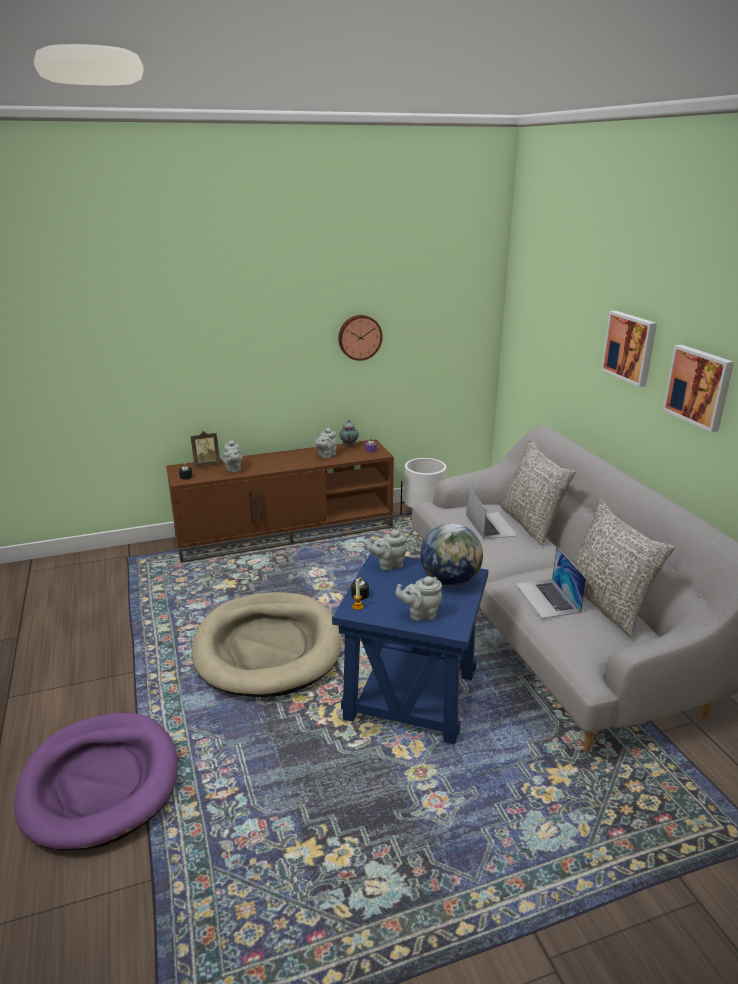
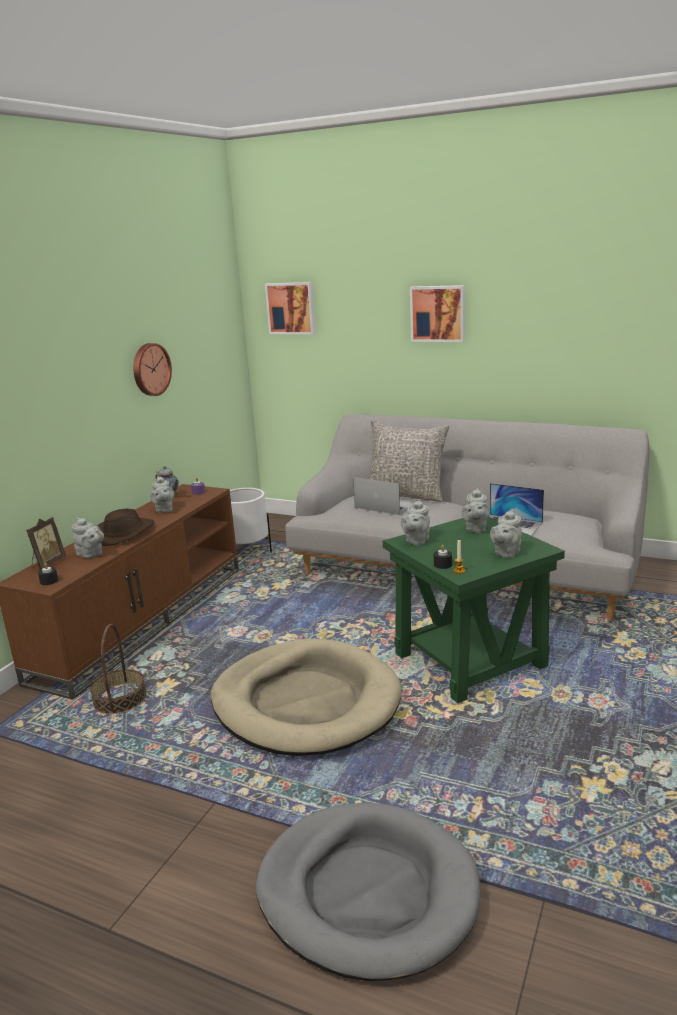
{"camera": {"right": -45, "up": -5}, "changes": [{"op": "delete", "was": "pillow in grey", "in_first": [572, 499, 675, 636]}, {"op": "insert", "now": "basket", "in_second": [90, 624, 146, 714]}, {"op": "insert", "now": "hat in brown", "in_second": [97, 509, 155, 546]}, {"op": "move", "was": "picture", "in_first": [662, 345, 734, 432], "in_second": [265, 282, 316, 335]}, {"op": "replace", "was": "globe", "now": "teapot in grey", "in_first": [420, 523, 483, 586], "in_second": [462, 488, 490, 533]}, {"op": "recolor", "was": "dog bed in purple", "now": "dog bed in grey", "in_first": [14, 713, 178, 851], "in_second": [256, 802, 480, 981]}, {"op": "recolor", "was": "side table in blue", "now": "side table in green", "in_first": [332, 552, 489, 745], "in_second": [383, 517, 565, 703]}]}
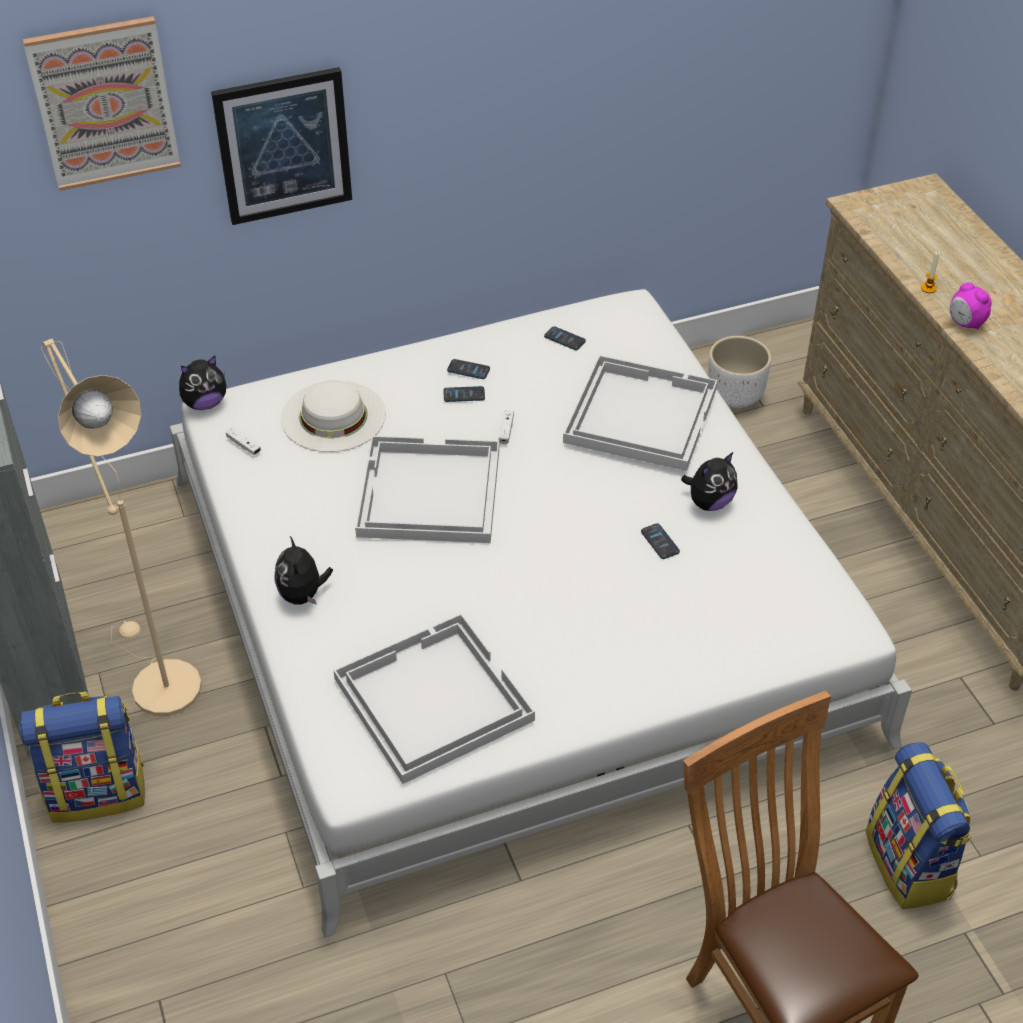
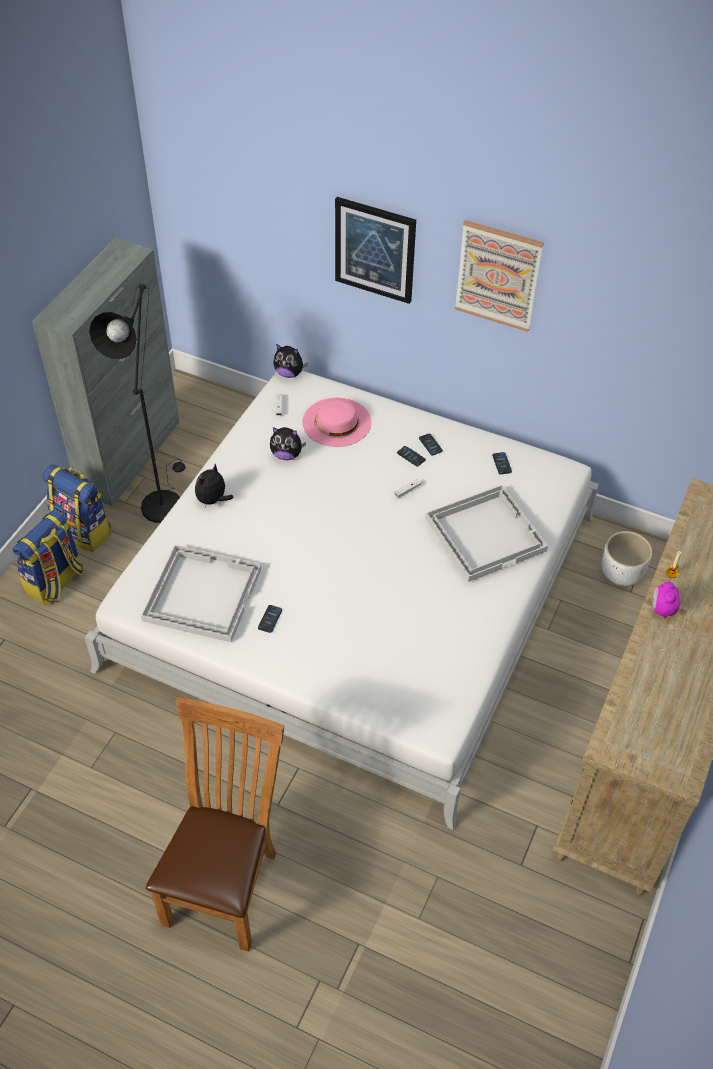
{"camera": {"right": 45, "up": 5}, "changes": [{"op": "delete", "was": "tray in white", "in_first": [355, 436, 499, 543]}, {"op": "move", "was": "picture", "in_first": [23, 16, 181, 191], "in_second": [455, 220, 544, 332]}, {"op": "move", "was": "phone", "in_first": [641, 523, 680, 559], "in_second": [258, 605, 282, 633]}, {"op": "move", "was": "plush toy", "in_first": [681, 452, 738, 511], "in_second": [270, 427, 306, 460]}, {"op": "move", "was": "backpack", "in_first": [866, 743, 972, 909], "in_second": [12, 509, 84, 606]}, {"op": "recolor", "was": "floor lamp in beige", "now": "floor lamp in black", "in_first": [41, 339, 202, 716], "in_second": [89, 284, 185, 523]}, {"op": "recolor", "was": "hat in white", "now": "hat in pink", "in_first": [281, 380, 386, 452], "in_second": [303, 398, 371, 447]}]}
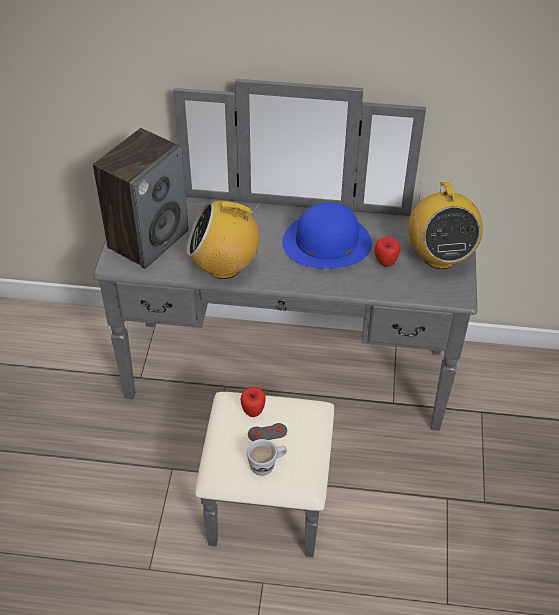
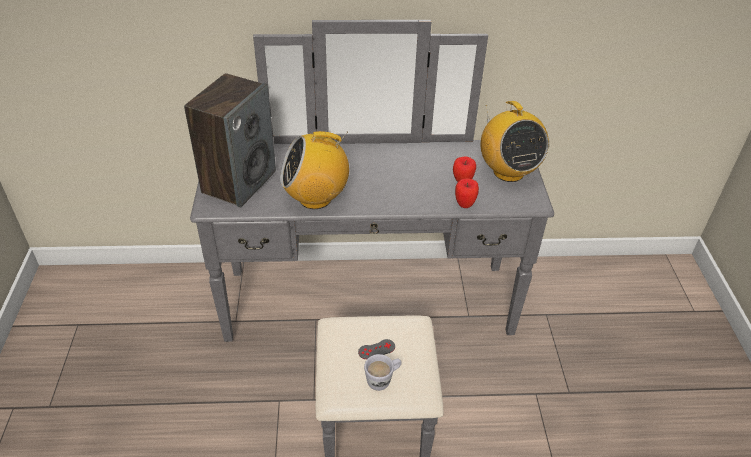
{"camera": {"right": -10, "up": -5}, "changes": [{"op": "delete", "was": "hat in blue", "in_first": [282, 203, 372, 269]}, {"op": "move", "was": "apple", "in_first": [241, 387, 266, 417], "in_second": [455, 178, 479, 208]}]}
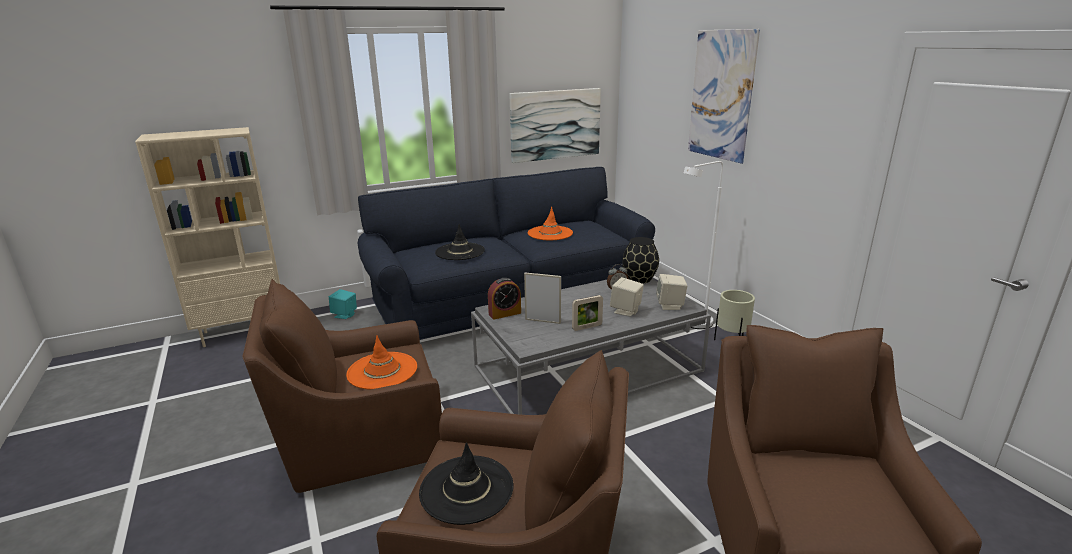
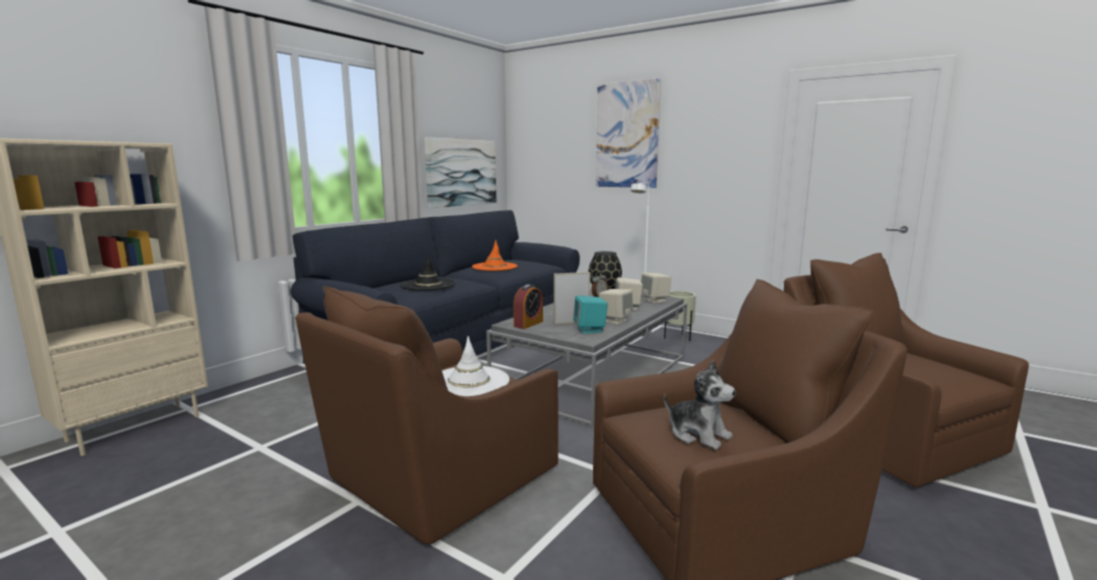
{"camera": {"right": -30, "up": -10}, "changes": [{"op": "move", "was": "speaker in turquoise", "in_first": [329, 289, 357, 319], "in_second": [573, 296, 608, 334]}, {"op": "replace", "was": "hat in black", "now": "plush toy", "in_first": [419, 442, 513, 525], "in_second": [664, 360, 736, 450]}, {"op": "replace", "was": "picture frame", "now": "speaker in beige", "in_first": [572, 295, 603, 331], "in_second": [599, 289, 633, 324]}, {"op": "recolor", "was": "hat in orange", "now": "hat in white", "in_first": [346, 335, 417, 390], "in_second": [442, 336, 509, 396]}]}
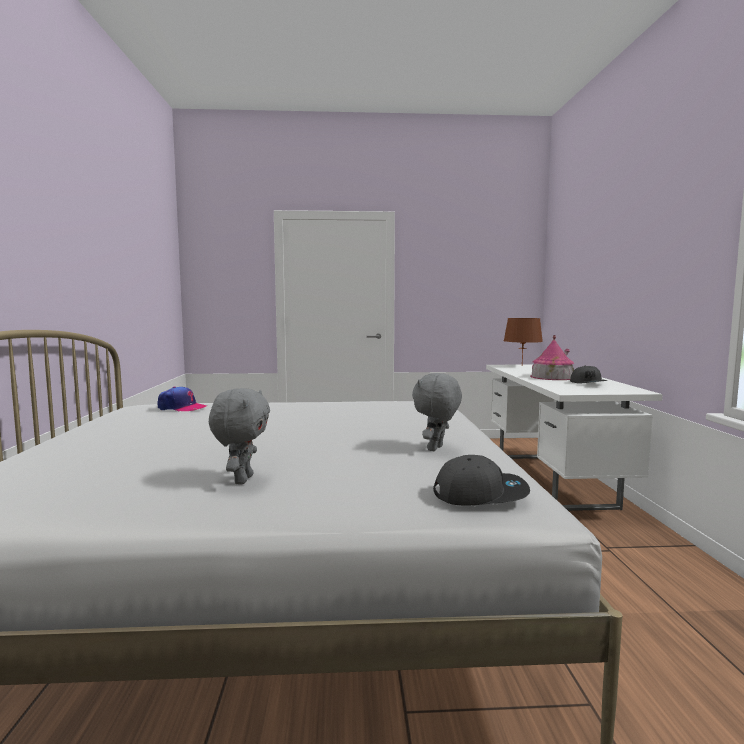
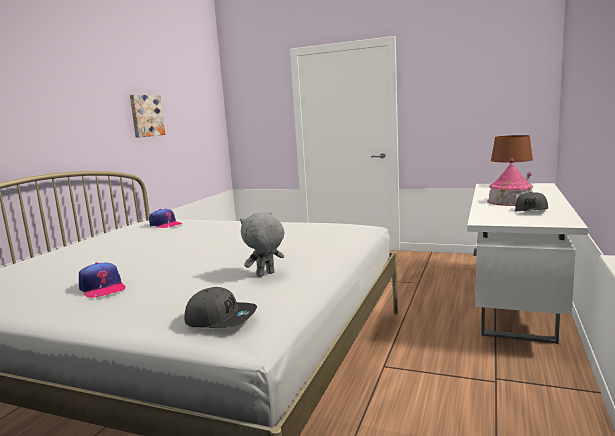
{"camera": {"right": 25, "up": 5}, "changes": [{"op": "insert", "now": "picture", "in_second": [130, 95, 165, 138]}, {"op": "replace", "was": "plush toy in grey", "now": "cap", "in_first": [209, 388, 270, 484], "in_second": [79, 262, 125, 298]}]}
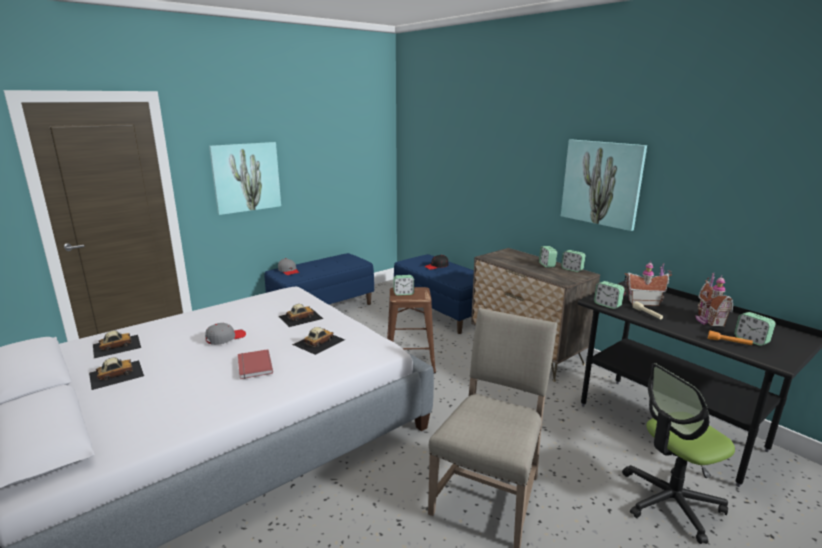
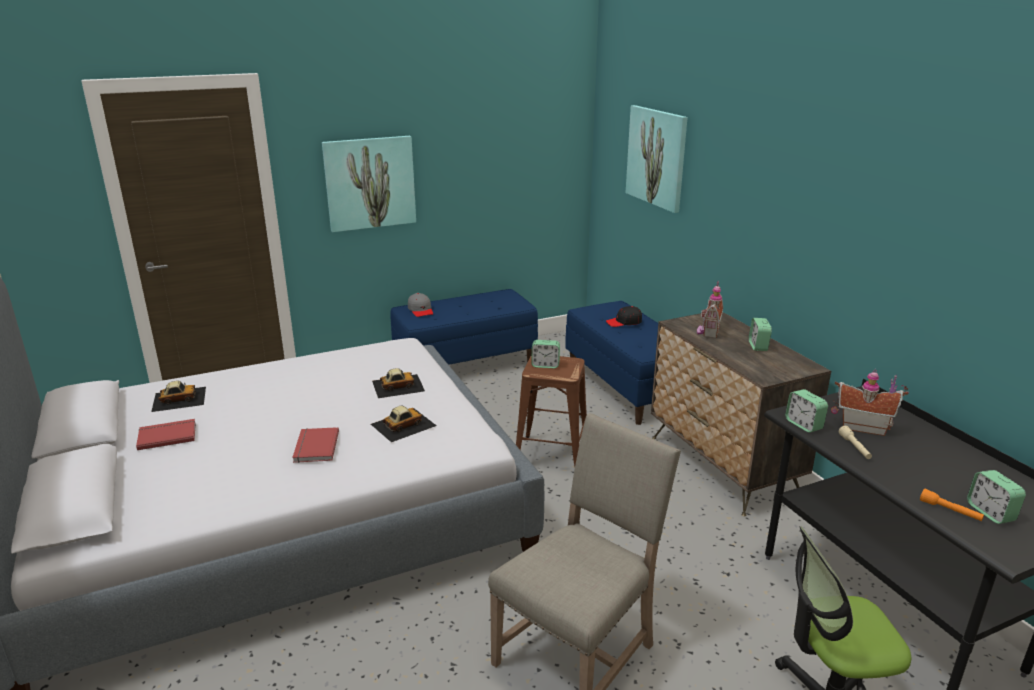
{"camera": {"right": 15, "up": 5}, "changes": [{"op": "delete", "was": "cap in grey", "in_first": [205, 323, 246, 345]}, {"op": "delete", "was": "alarm clock", "in_first": [561, 250, 586, 272]}, {"op": "move", "was": "picture", "in_first": [561, 139, 647, 231], "in_second": [626, 105, 688, 213]}, {"op": "move", "was": "toy house", "in_first": [695, 272, 733, 327], "in_second": [697, 281, 723, 338]}, {"op": "replace", "was": "toy car", "now": "book in red", "in_first": [89, 357, 144, 390], "in_second": [136, 419, 196, 450]}]}
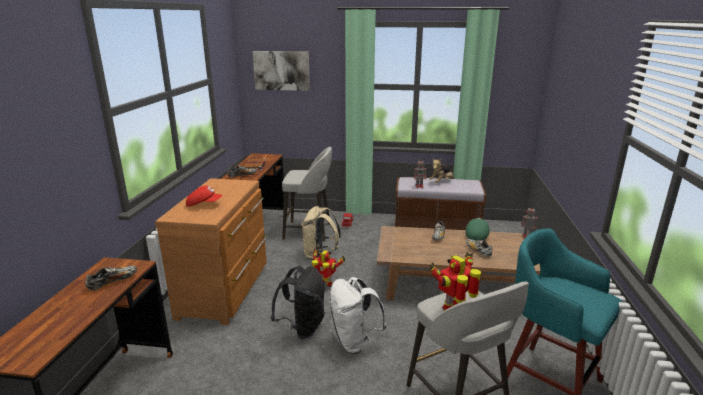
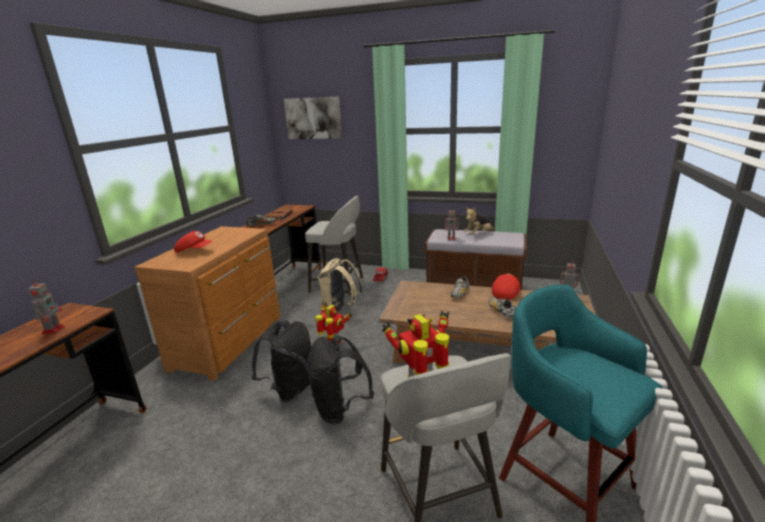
{"camera": {"right": 10, "up": 0}, "changes": [{"op": "replace", "was": "shoe", "now": "toy robot", "in_first": [85, 266, 137, 291], "in_second": [28, 279, 65, 334]}, {"op": "recolor", "was": "backpack in white", "now": "backpack in black", "in_first": [329, 277, 387, 354], "in_second": [308, 336, 374, 424]}, {"op": "recolor", "was": "cap in green", "now": "cap in red", "in_first": [465, 218, 490, 240], "in_second": [492, 273, 520, 300]}]}
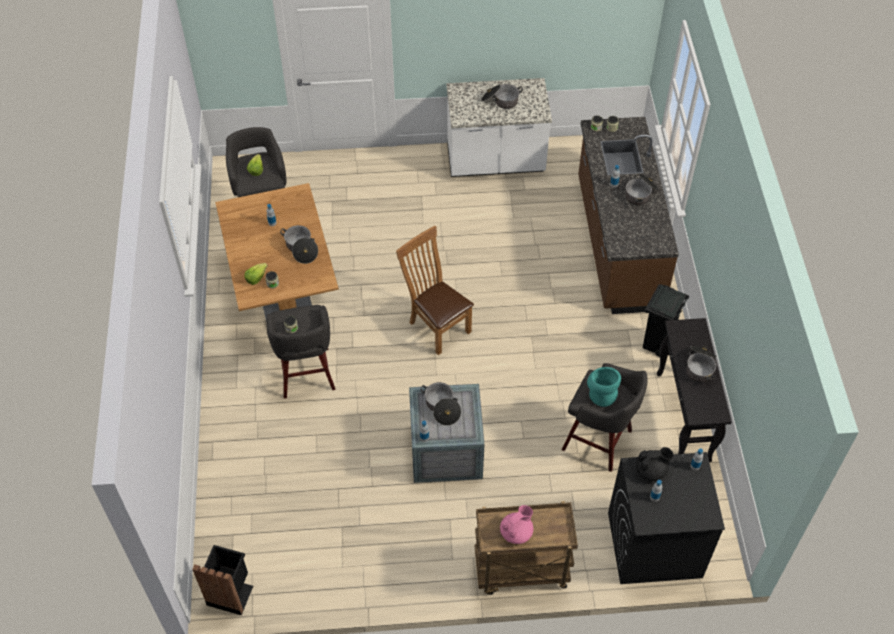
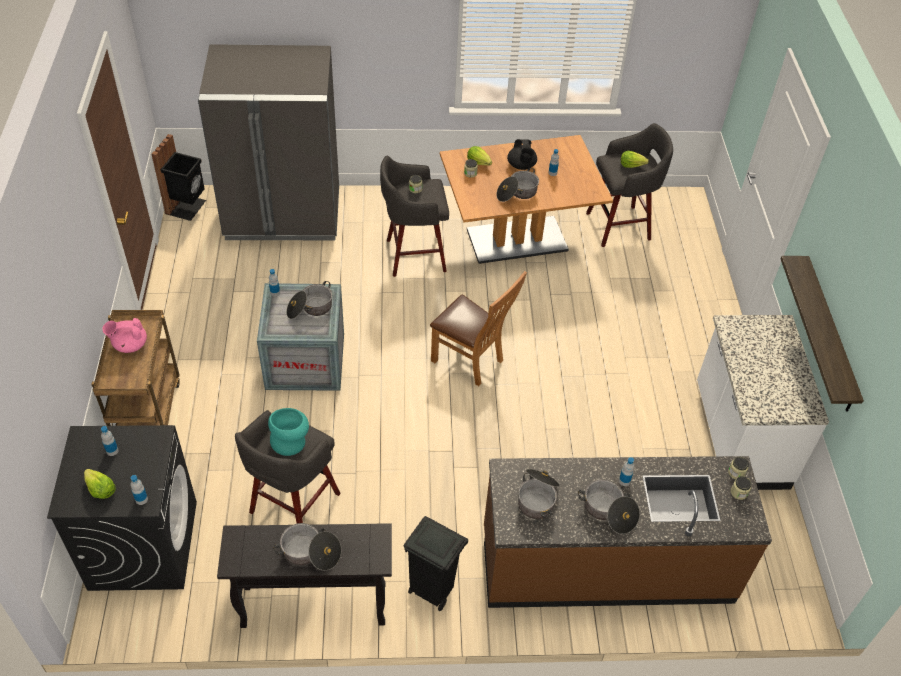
{"camera": {"right": 90, "up": -5}, "changes": [{"op": "insert", "now": "lettuce", "in_second": [84, 469, 116, 499]}, {"op": "insert", "now": "fridge in grey", "in_second": [198, 44, 339, 240]}, {"op": "insert", "now": "shelf", "in_second": [781, 256, 864, 412]}, {"op": "move", "was": "cooking pot", "in_first": [481, 84, 523, 109], "in_second": [518, 469, 560, 519]}, {"op": "move", "was": "teapot in black", "in_first": [636, 447, 674, 481], "in_second": [507, 139, 537, 170]}, {"op": "rotate", "was": "chair in brown", "in_first": [396, 226, 474, 355], "in_second": [430, 271, 527, 386], "clockwise": 75}, {"op": "rotate", "was": "teapot in pink", "in_first": [500, 505, 533, 544], "in_second": [103, 318, 147, 353], "clockwise": 120}]}
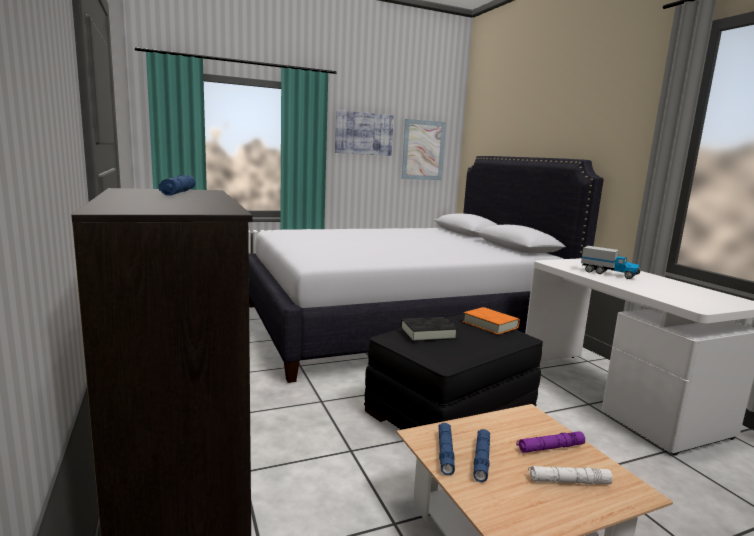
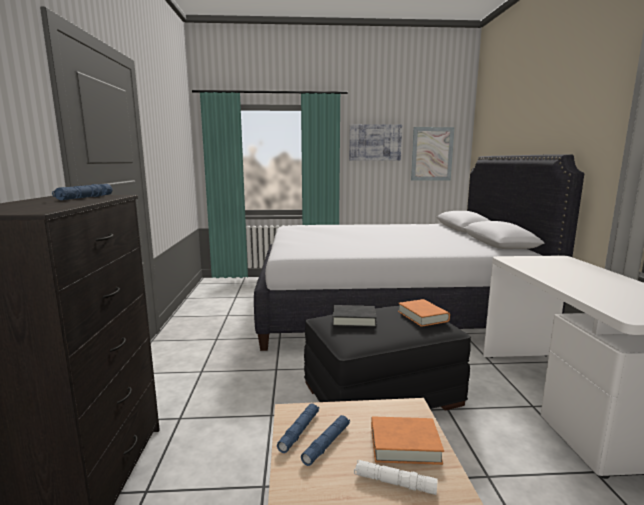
{"camera": {"right": 20, "up": 0}, "changes": [{"op": "delete", "was": "toy truck", "in_first": [581, 246, 640, 279]}, {"op": "replace", "was": "flashlight in purple", "now": "book in orange", "in_first": [517, 431, 585, 453], "in_second": [371, 416, 444, 465]}]}
